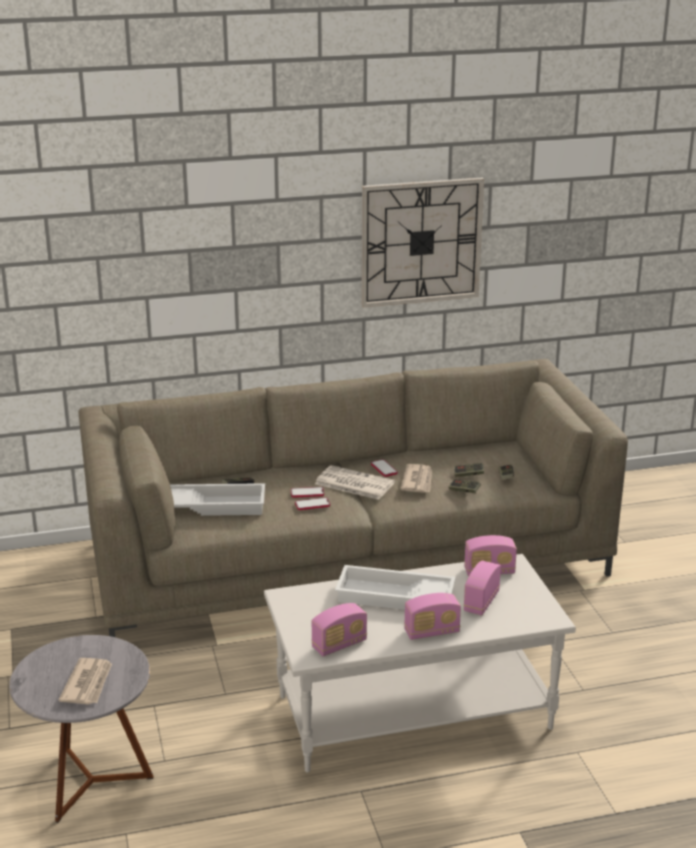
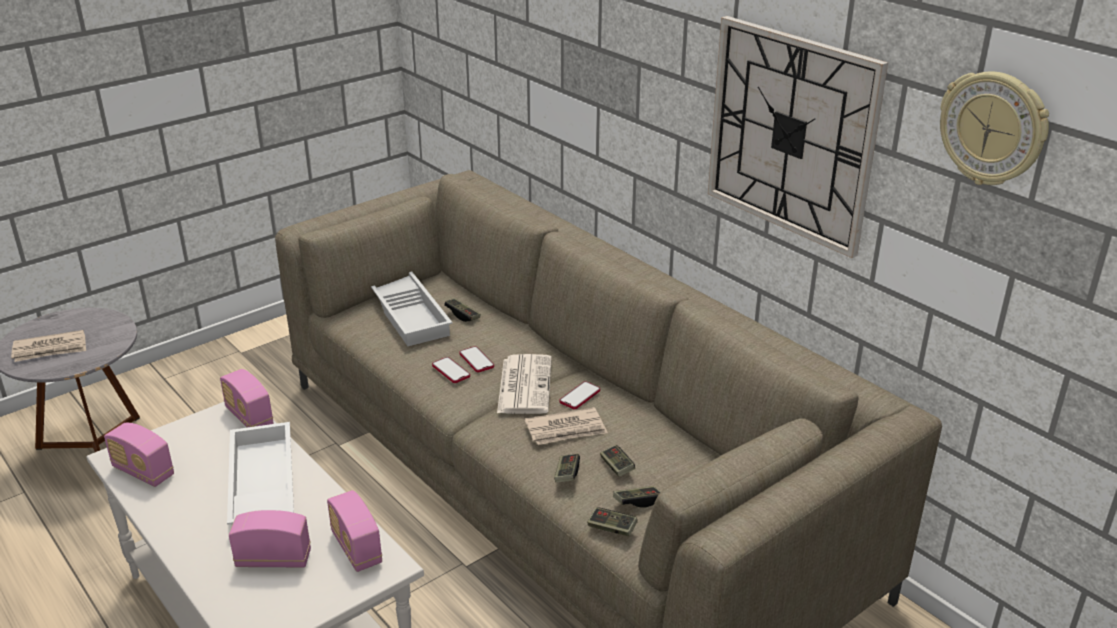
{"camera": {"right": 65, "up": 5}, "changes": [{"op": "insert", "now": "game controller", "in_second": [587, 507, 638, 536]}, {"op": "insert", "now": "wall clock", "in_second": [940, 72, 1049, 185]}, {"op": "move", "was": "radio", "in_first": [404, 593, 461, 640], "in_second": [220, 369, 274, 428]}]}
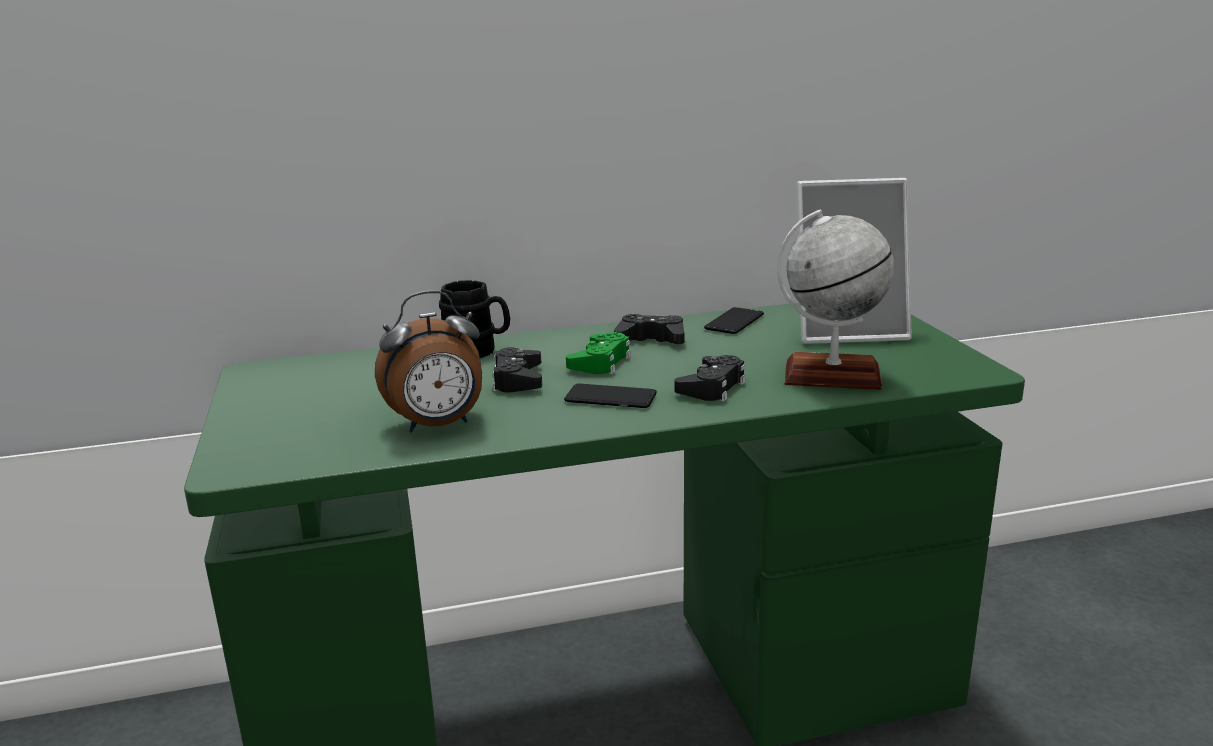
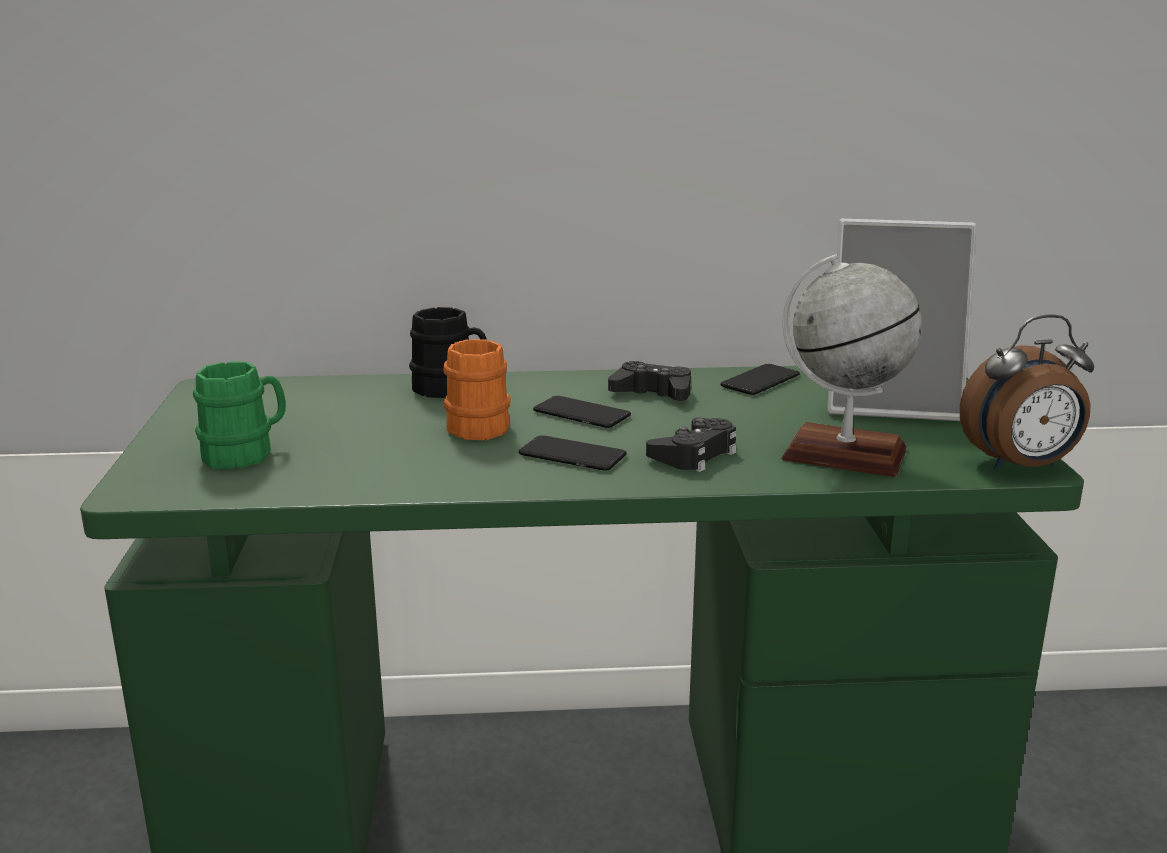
{"camera": {"right": 10, "up": 0}, "changes": [{"op": "insert", "now": "mug in green", "in_second": [193, 362, 286, 469]}, {"op": "move", "was": "alarm clock", "in_first": [375, 291, 482, 432], "in_second": [960, 315, 1094, 471]}, {"op": "replace", "was": "game controller in black", "now": "mug in orange", "in_first": [493, 347, 542, 392], "in_second": [443, 339, 511, 440]}, {"op": "replace", "was": "game controller in green", "now": "phone", "in_first": [566, 332, 631, 374], "in_second": [533, 396, 631, 428]}]}
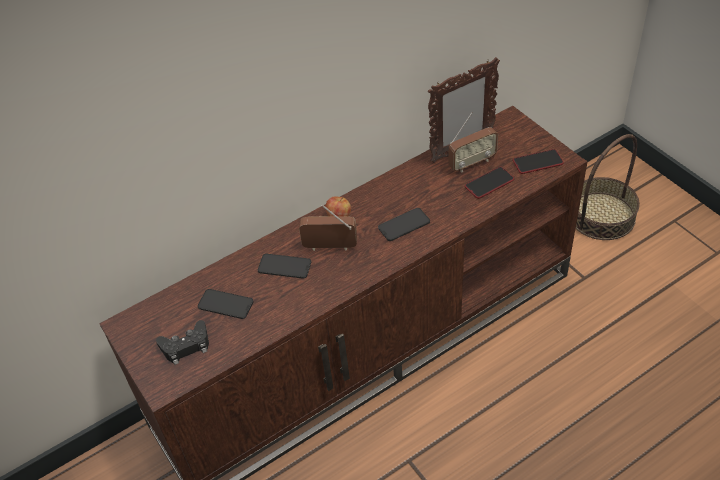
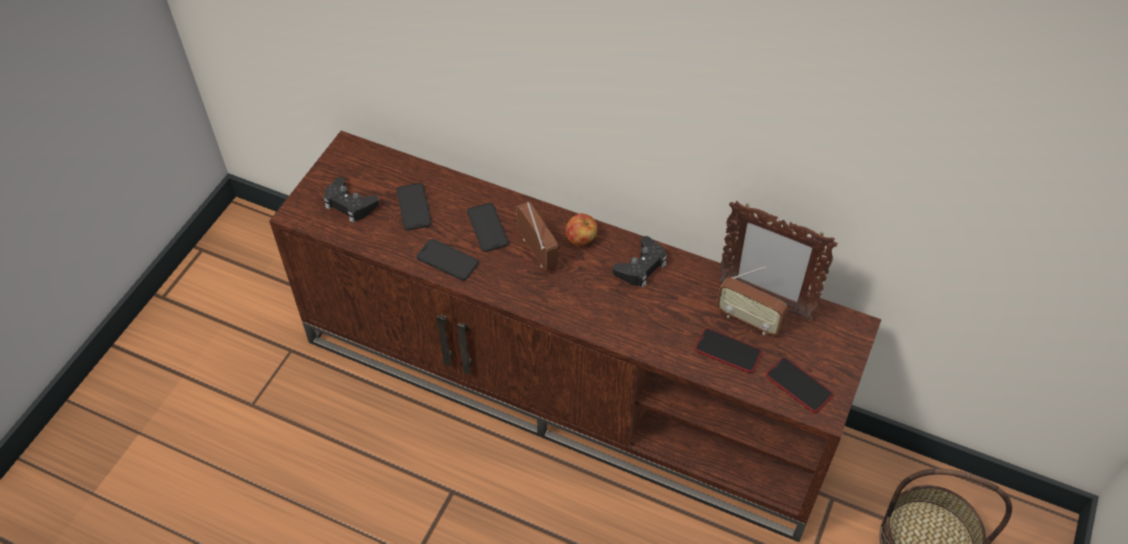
{"camera": {"right": 55, "up": 5}, "changes": [{"op": "insert", "now": "game controller in black", "in_second": [613, 236, 667, 287]}, {"op": "move", "was": "phone", "in_first": [378, 208, 430, 241], "in_second": [417, 239, 479, 281]}]}
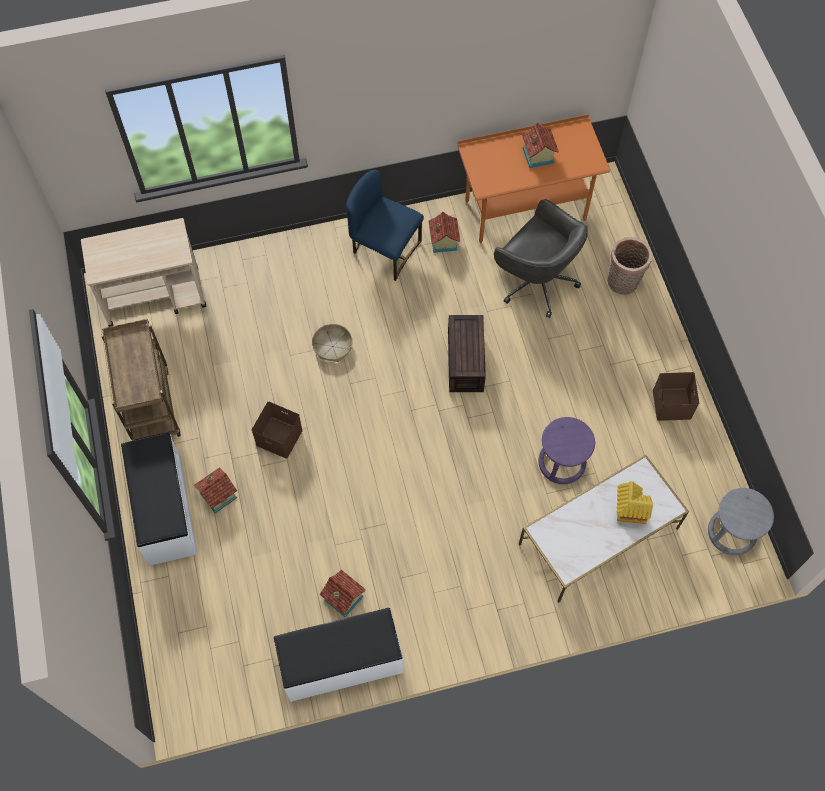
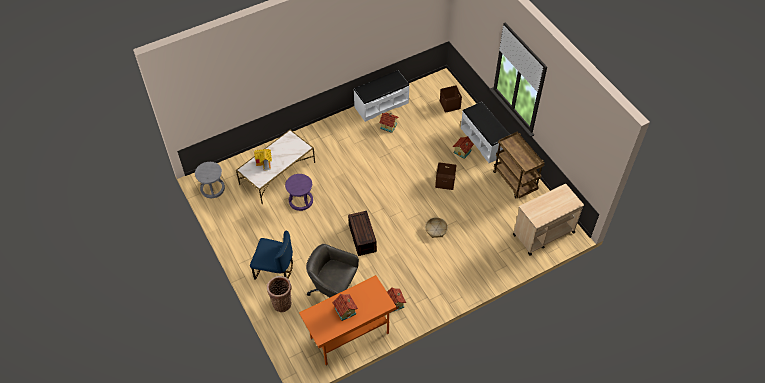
{"camera": {"right": 165, "up": -10}, "changes": [{"op": "move", "was": "chair in blue", "in_first": [347, 170, 424, 281], "in_second": [250, 231, 293, 280]}, {"op": "move", "was": "storage box in brown", "in_first": [653, 372, 699, 421], "in_second": [440, 85, 462, 113]}]}
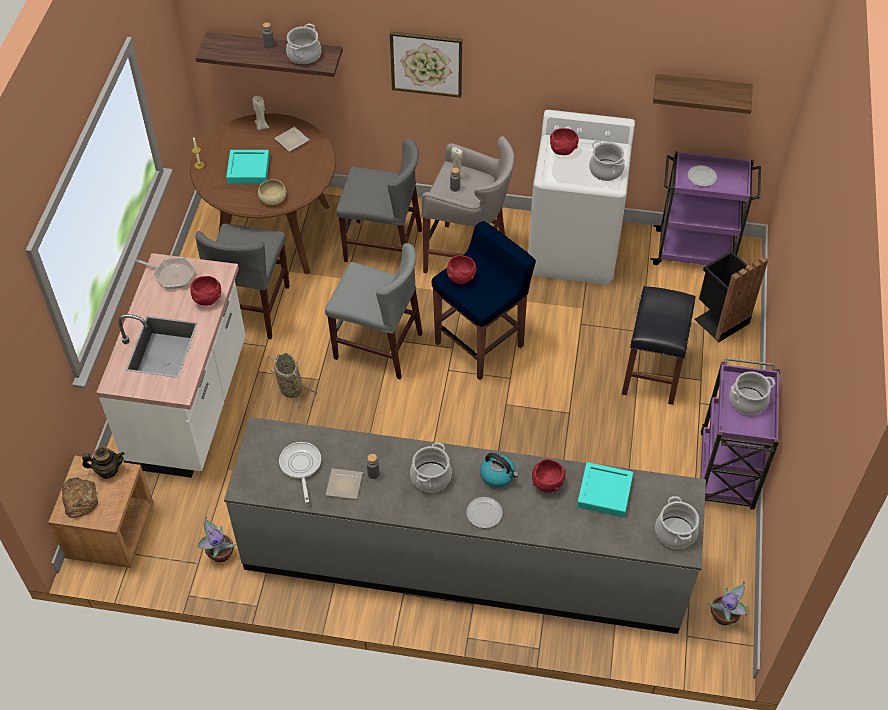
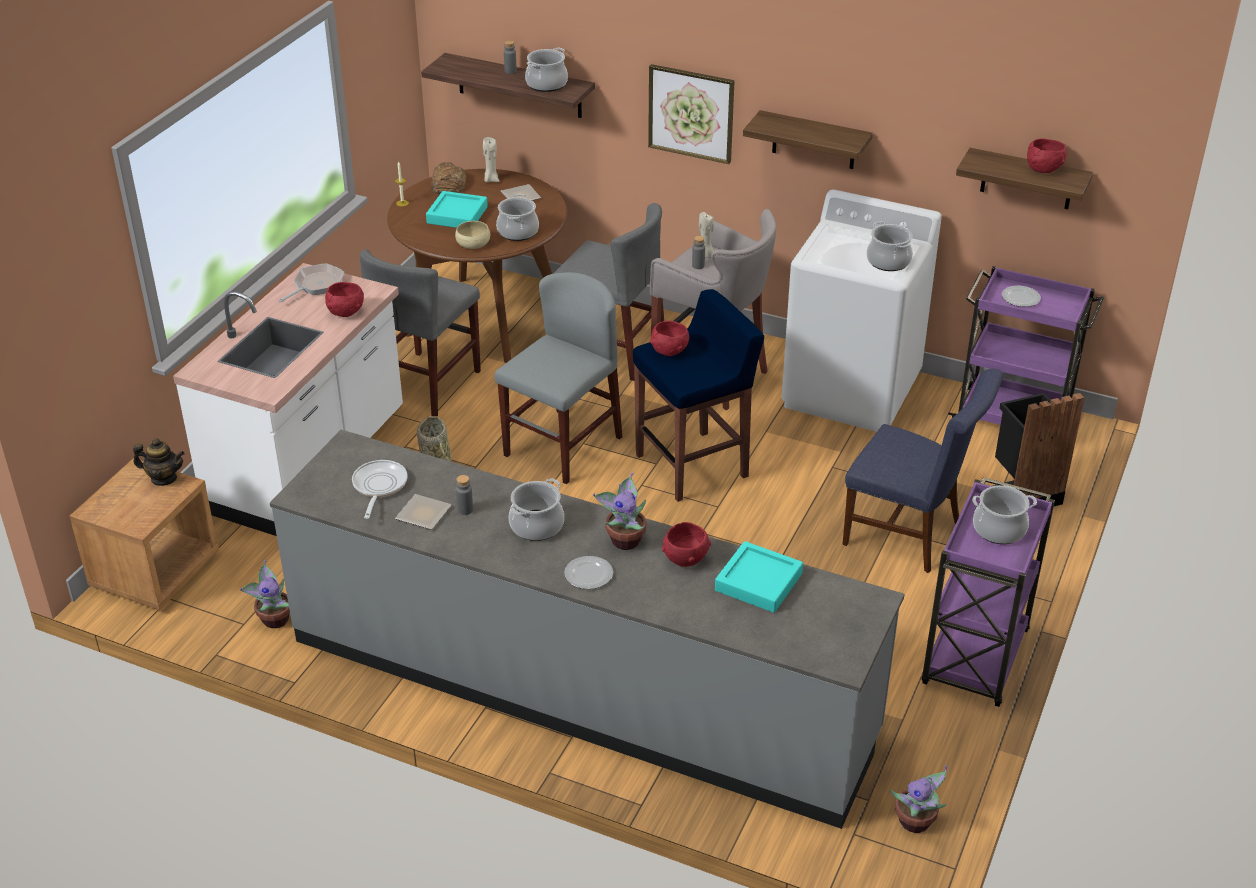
{"camera": {"right": 15, "up": -15}, "changes": [{"op": "insert", "now": "shelf", "in_second": [743, 110, 873, 169]}, {"op": "move", "was": "bread", "in_first": [62, 477, 98, 518], "in_second": [431, 162, 466, 194]}, {"op": "move", "was": "bowl in red", "in_first": [550, 128, 579, 155], "in_second": [1027, 138, 1067, 173]}, {"op": "move", "was": "cooking pot", "in_first": [655, 496, 699, 549], "in_second": [496, 194, 539, 241]}, {"op": "replace", "was": "kettle", "now": "potted plant", "in_first": [480, 453, 518, 488], "in_second": [593, 472, 646, 550]}, {"op": "replace", "was": "stool in black", "now": "chair in blue", "in_first": [622, 286, 695, 405], "in_second": [842, 369, 1004, 573]}, {"op": "rotate", "was": "frying pan", "in_first": [136, 258, 195, 289], "in_second": [278, 263, 344, 302], "clockwise": -90}, {"op": "rotate", "was": "chair in grey", "in_first": [325, 243, 423, 379], "in_second": [494, 272, 622, 484], "clockwise": -90}]}
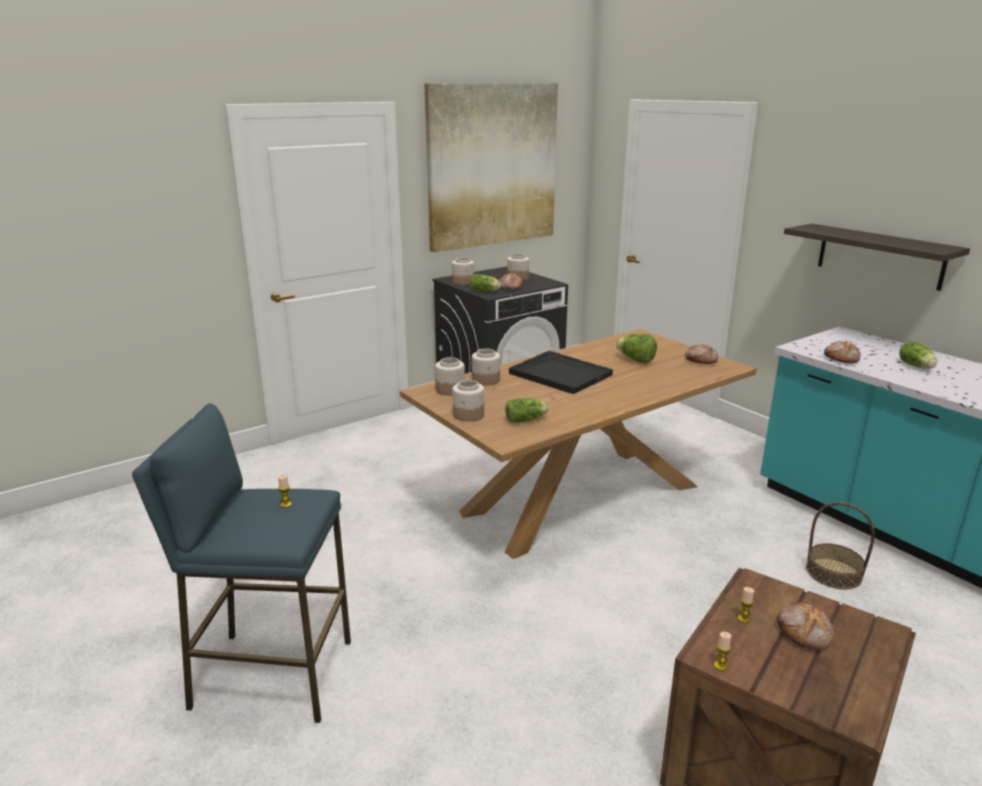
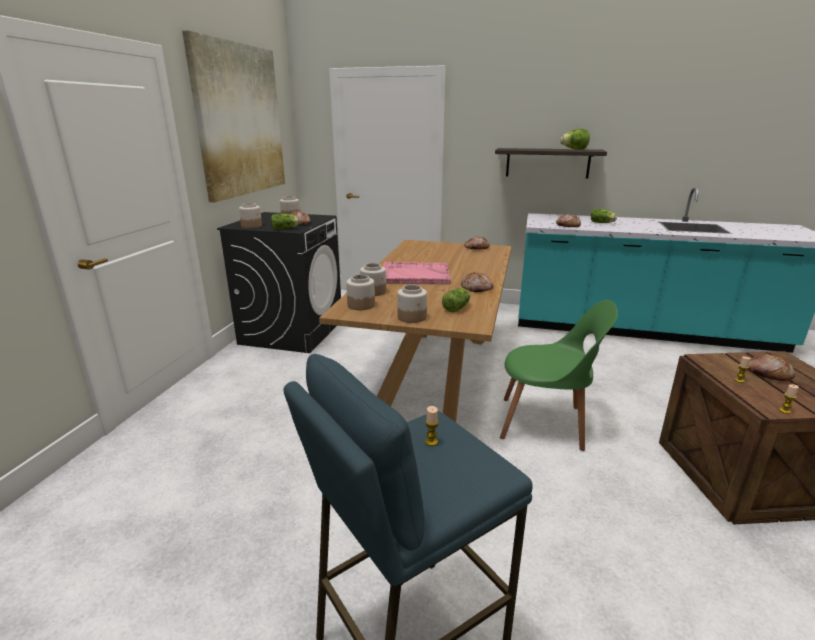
{"camera": {"right": -40, "up": 0}, "changes": [{"op": "delete", "was": "basket", "in_first": [806, 502, 875, 589]}, {"op": "insert", "now": "bread", "in_second": [461, 272, 494, 293]}, {"op": "insert", "now": "chair in green", "in_second": [500, 300, 618, 451]}, {"op": "move", "was": "lettuce", "in_first": [616, 334, 657, 363], "in_second": [560, 129, 590, 149]}, {"op": "recolor", "was": "tray in black", "now": "tray in pink", "in_first": [509, 351, 613, 394], "in_second": [383, 261, 451, 284]}]}
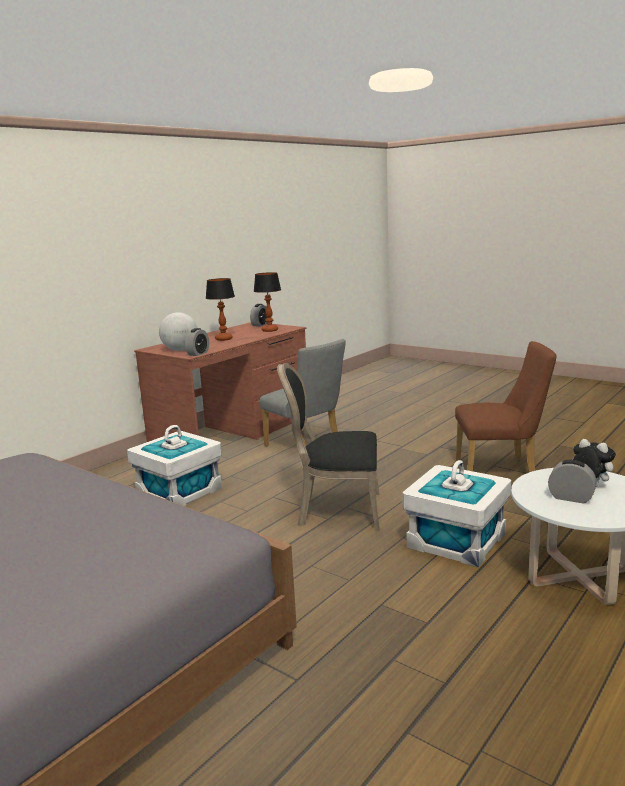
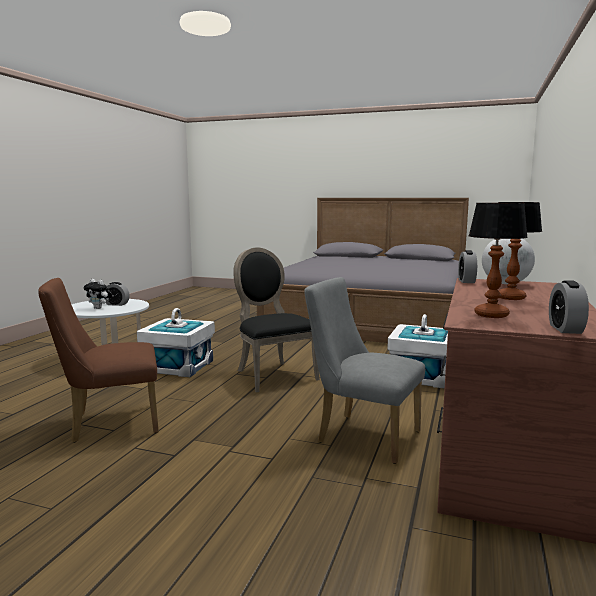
{"camera": {"right": 160, "up": -5}, "changes": [{"op": "rotate", "was": "chair in black", "in_first": [277, 363, 380, 531], "in_second": [233, 247, 320, 393], "clockwise": -105}]}
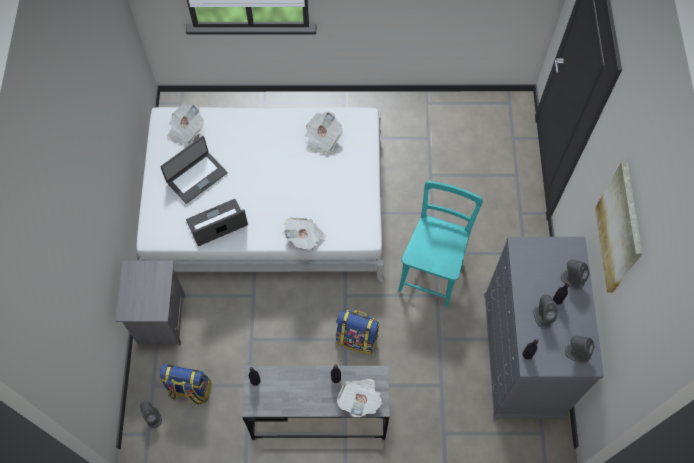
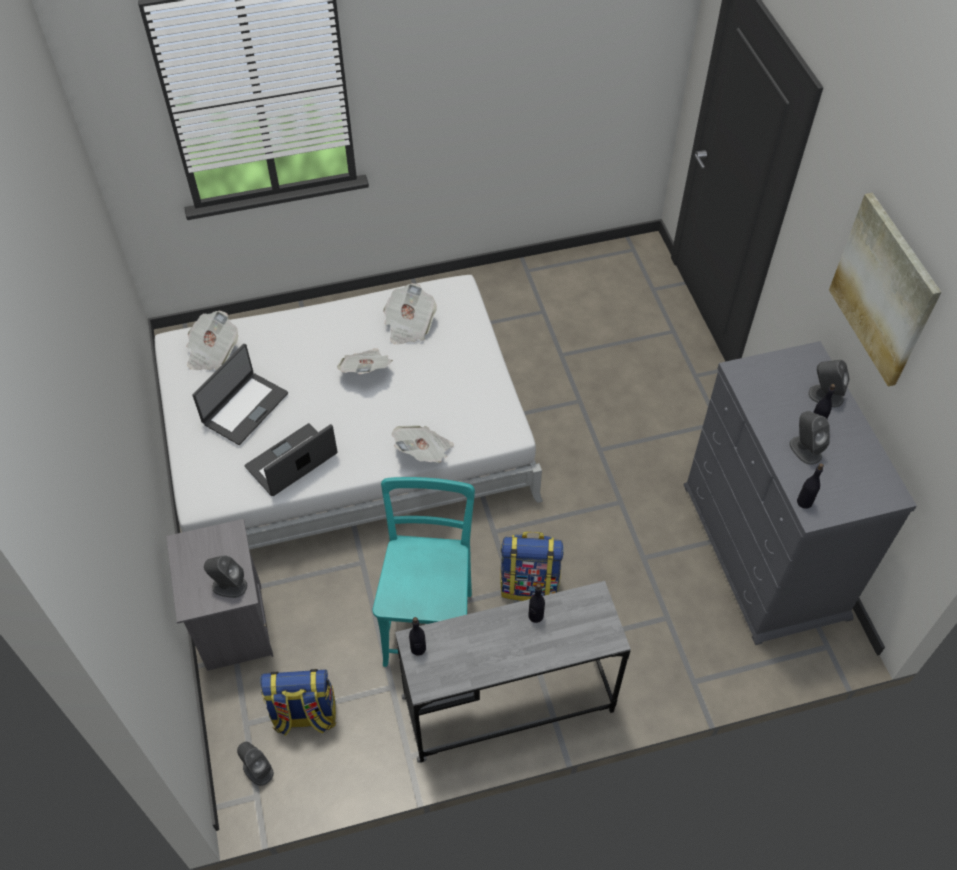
{"camera": {"right": -15, "up": -10}, "changes": [{"op": "move", "was": "newspaper", "in_first": [337, 379, 383, 417], "in_second": [337, 349, 392, 374]}, {"op": "move", "was": "chair in turquoise", "in_first": [398, 181, 483, 307], "in_second": [373, 477, 475, 667]}, {"op": "move", "was": "speaker in grey", "in_first": [565, 336, 595, 364], "in_second": [204, 555, 247, 598]}]}
